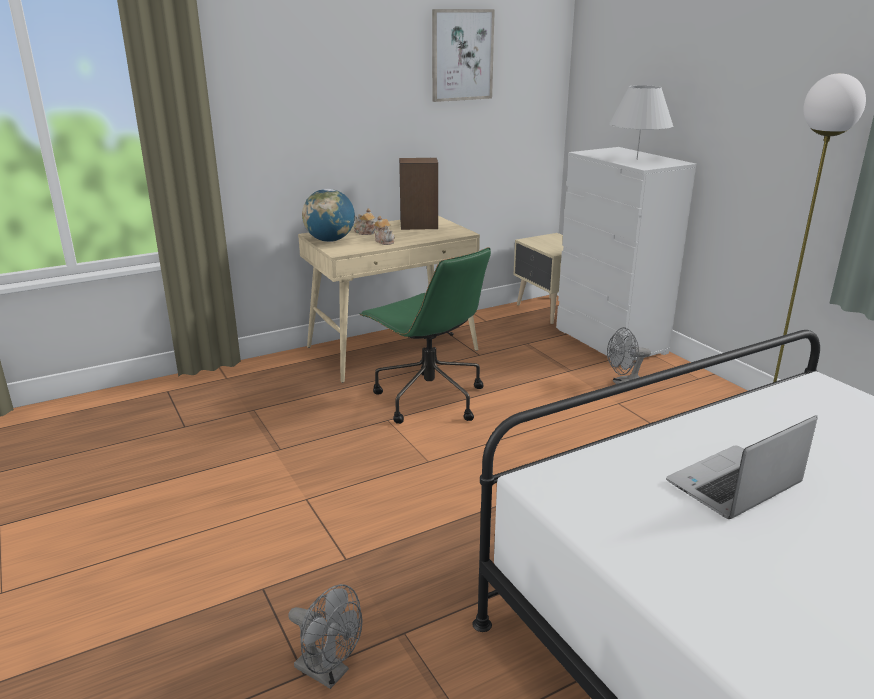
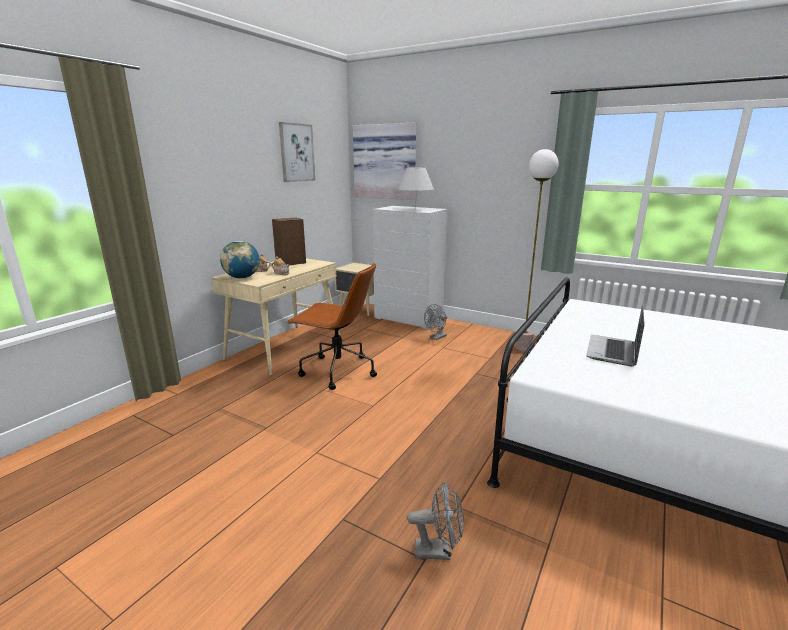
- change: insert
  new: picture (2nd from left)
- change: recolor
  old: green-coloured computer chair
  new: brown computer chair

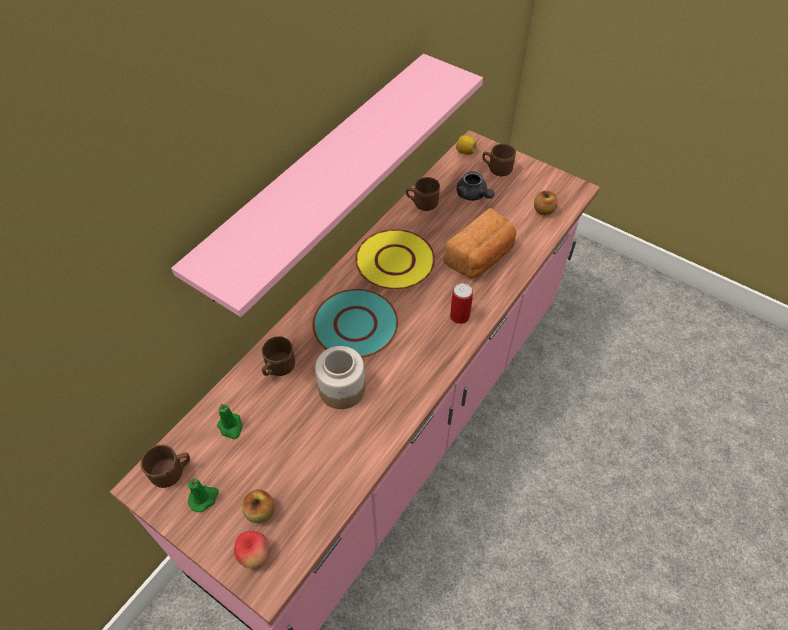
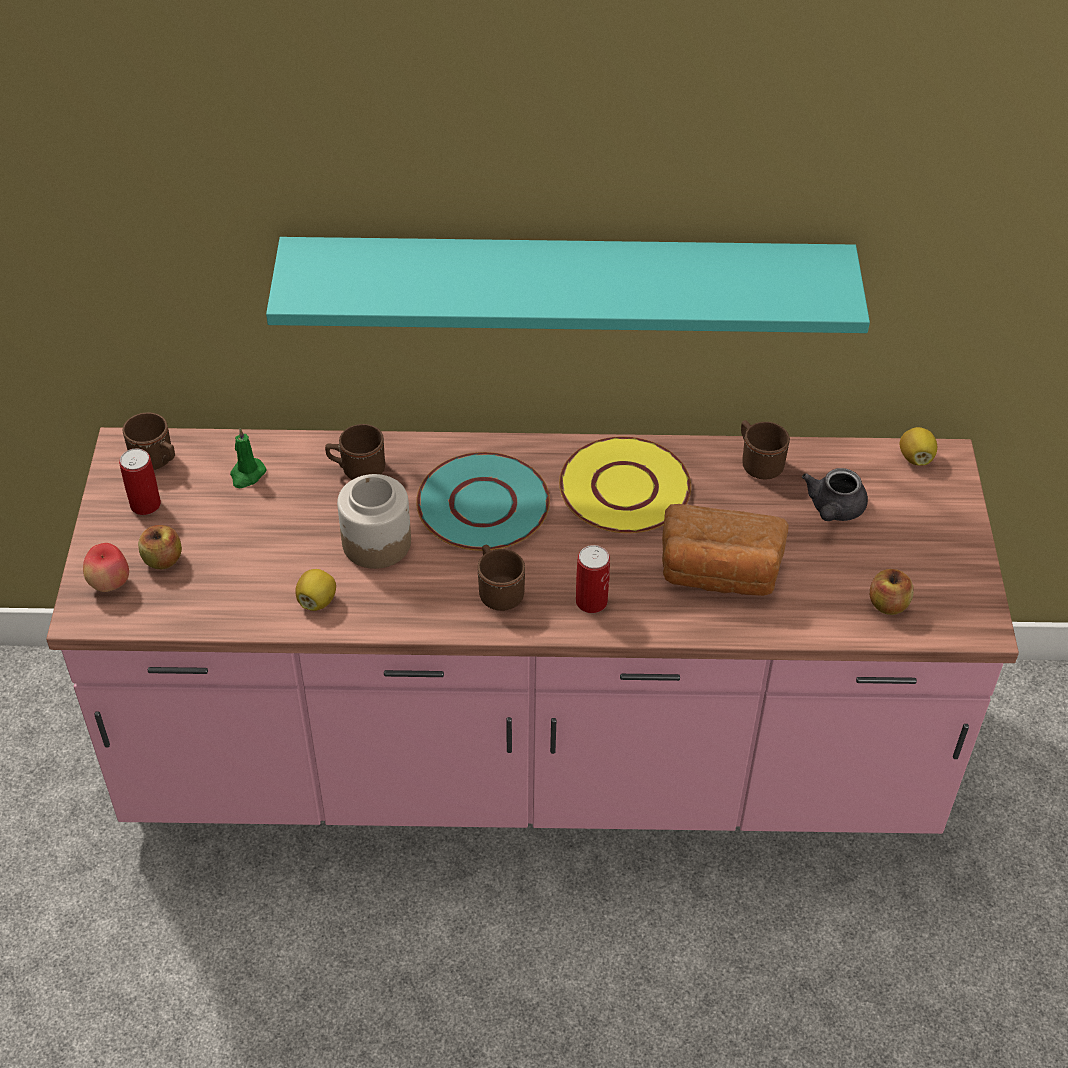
- change: insert
  new: citrus fruit (1st from left)
- change: move
  old: brown tea mug (4th from left in the first image)
  new: brown tea mug (3rd from left)
- change: replace
  old: green-coloured candle (1st from left)
  new: sealed can (1st from left)
- change: recolor
  old: pink shelf
  new: blue-green shelf

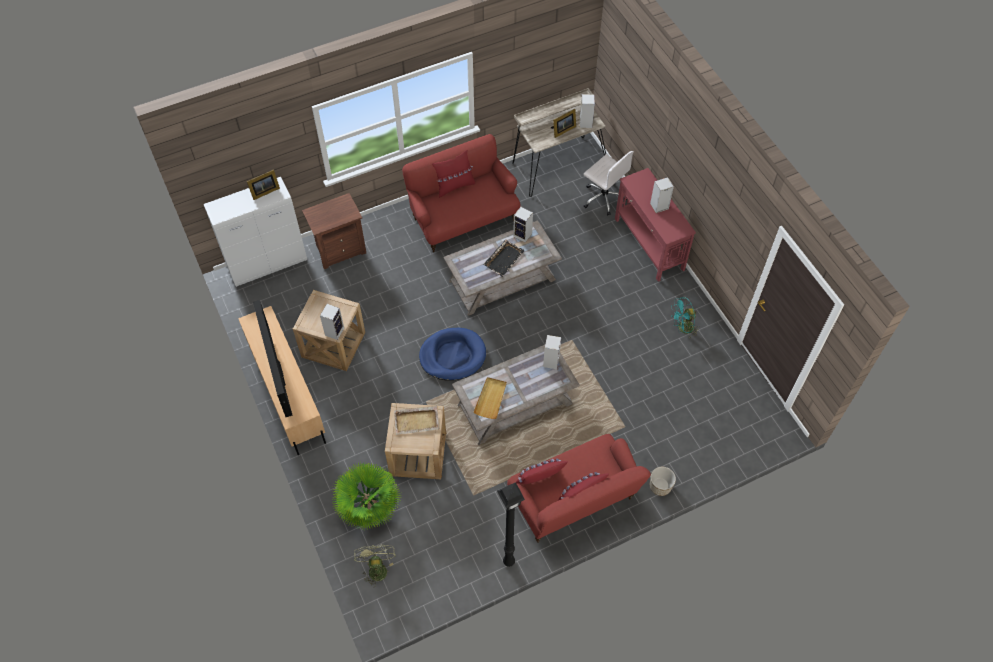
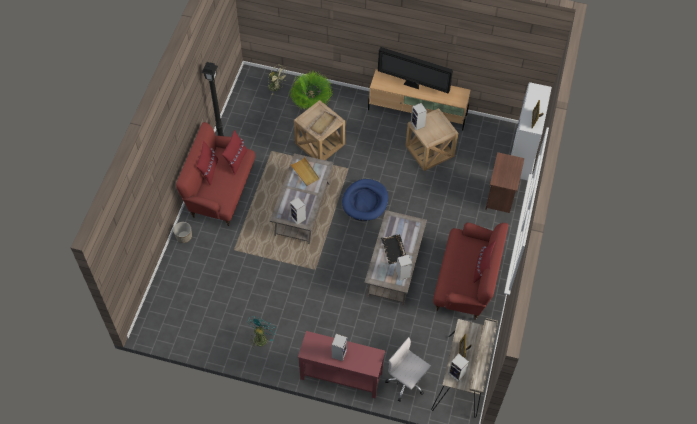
- change: rotate
  old: white-coloured computer chair
  degrees: 45

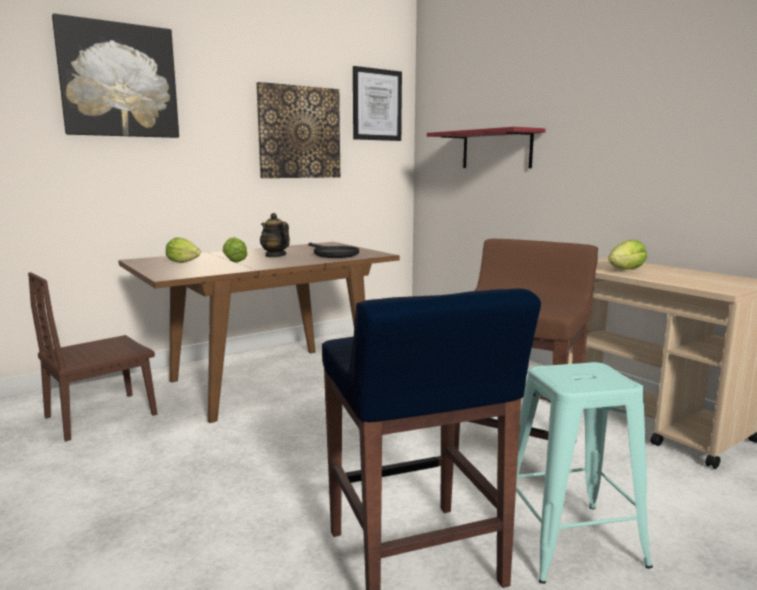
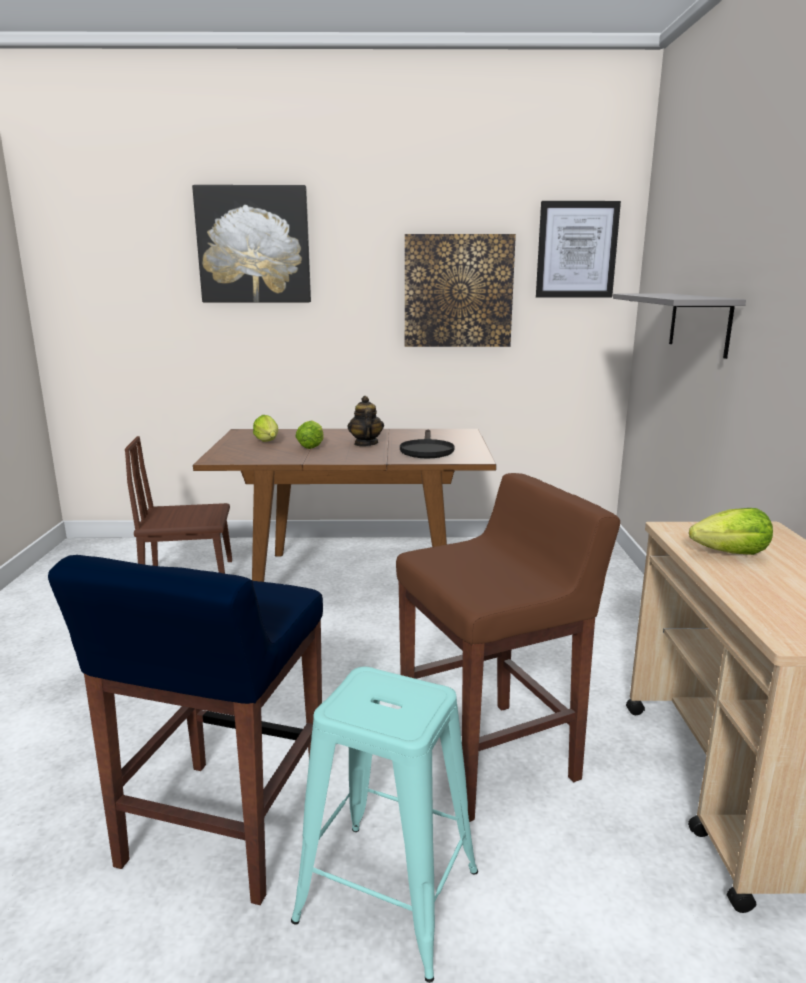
- change: recolor
  old: red-coloured shelf
  new: grey shelf

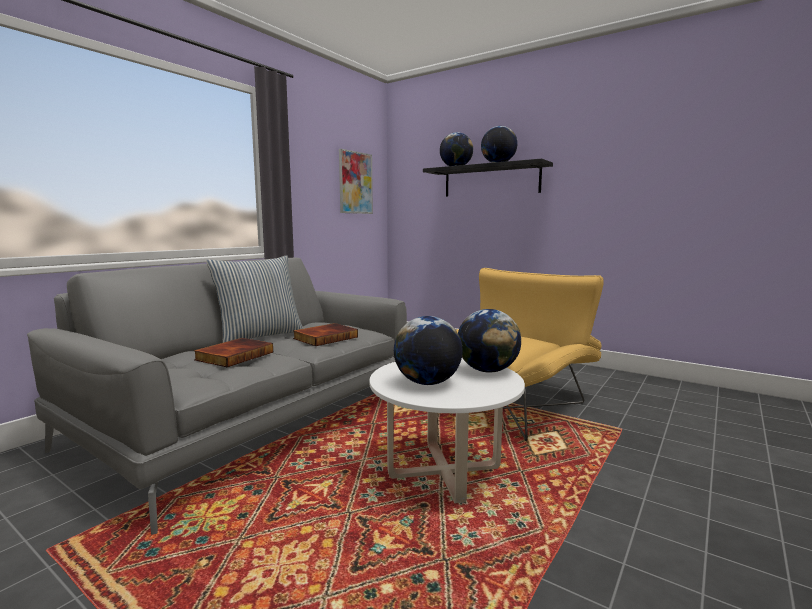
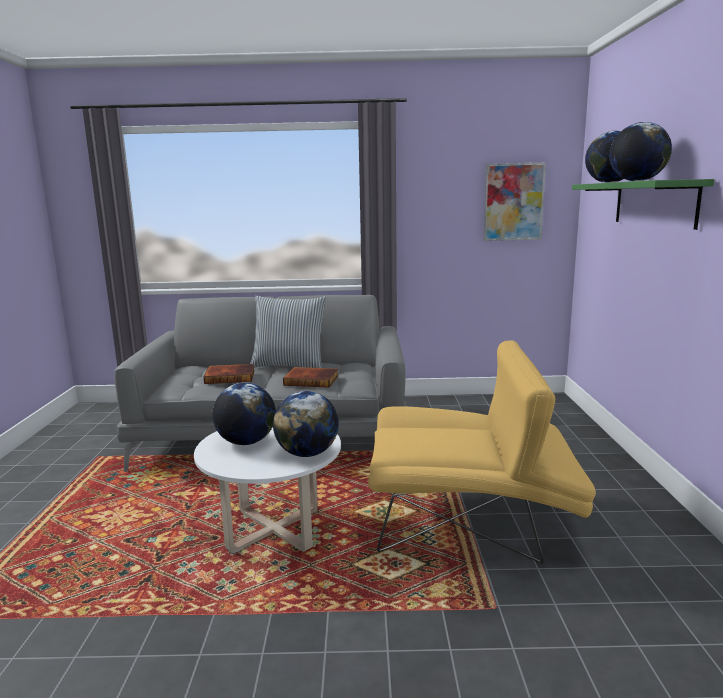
- change: recolor
  old: black shelf
  new: green-coloured shelf

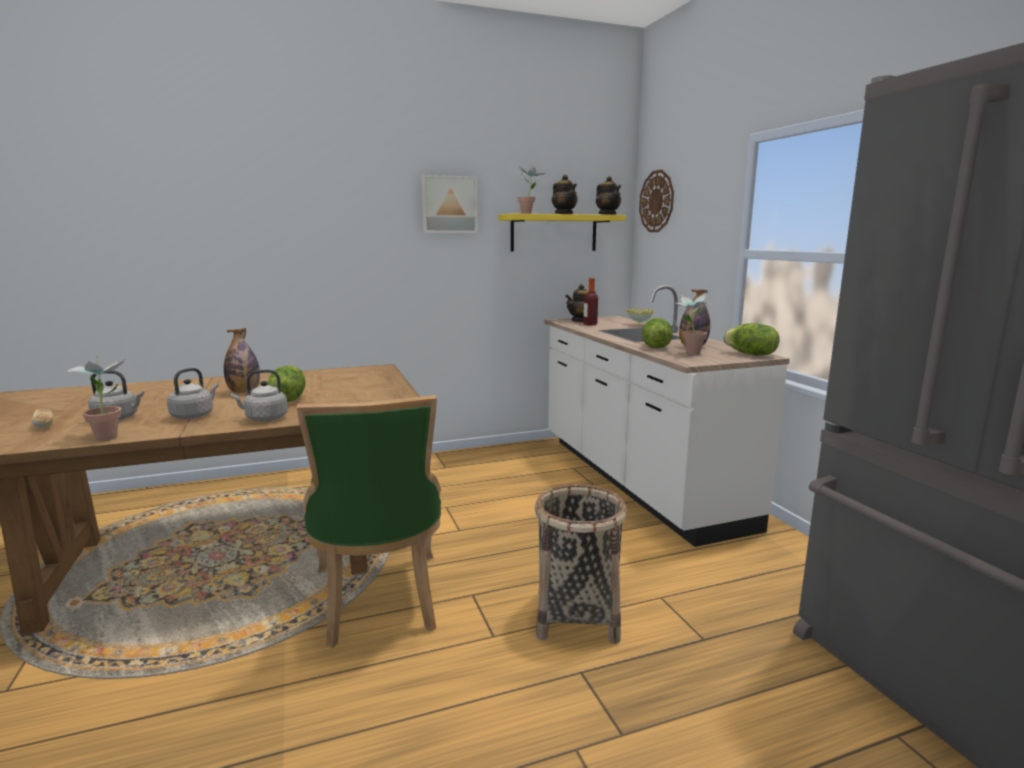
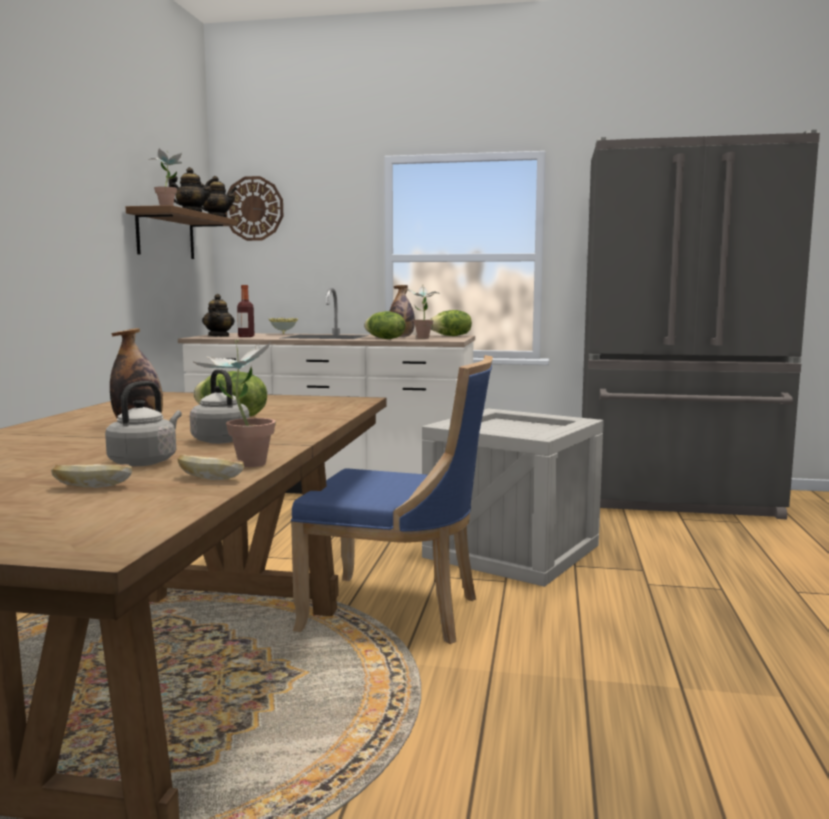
- change: delete
  old: grey kettle (3rd from left)
- change: delete
  old: picture
- change: insert
  new: bakery bread (2nd from left)
- change: replace
  old: basket
  new: crate
- change: recolor
  old: green-coloured upright chair
  new: blue upright chair
- change: recolor
  old: yellow shelf
  new: brown shelf

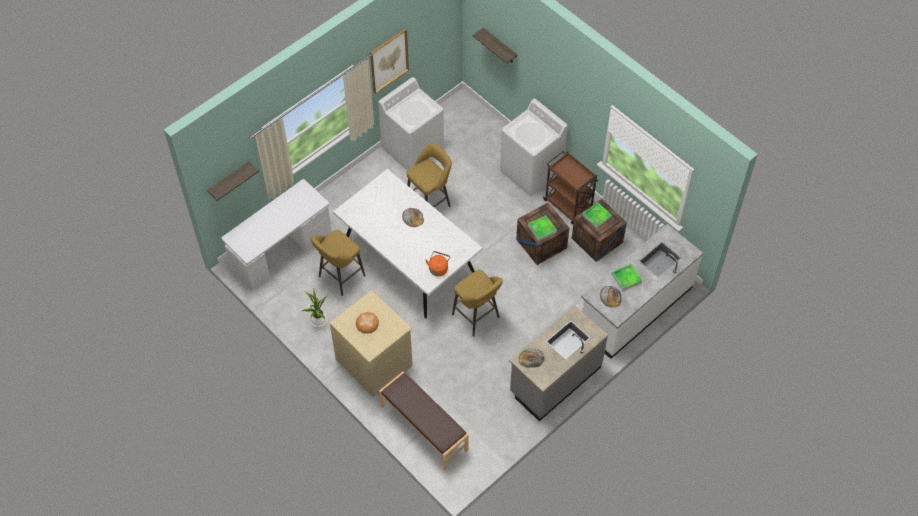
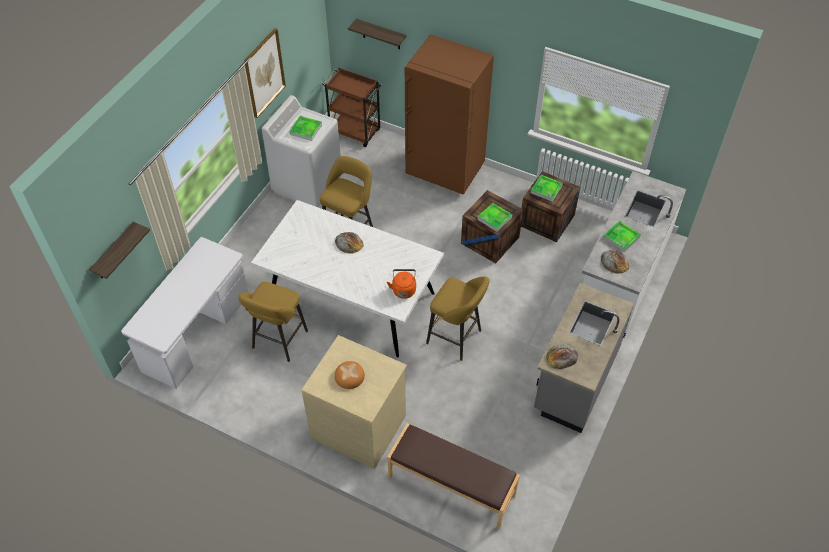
- change: delete
  old: potted plant
- change: insert
  new: serving tray (1st from left)
- change: move
  old: brown trolley
- change: replace
  old: white-coloured washing machine (2nd from left)
  new: brown refrigerator

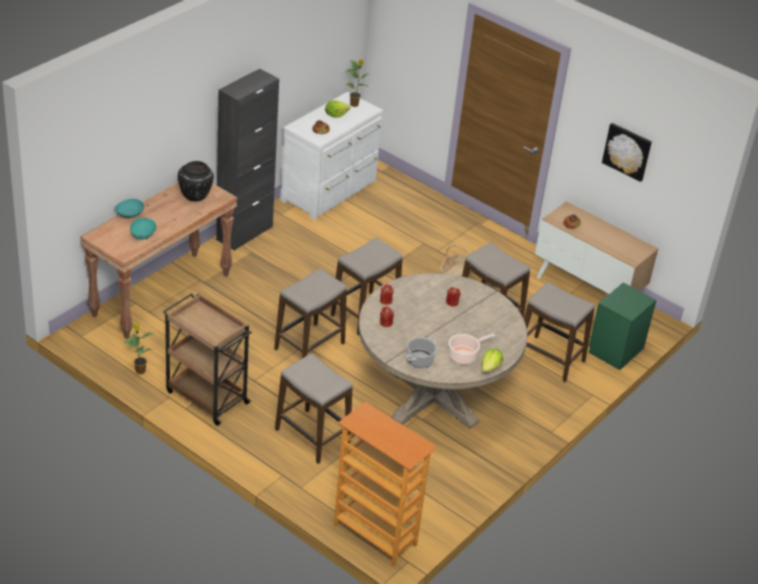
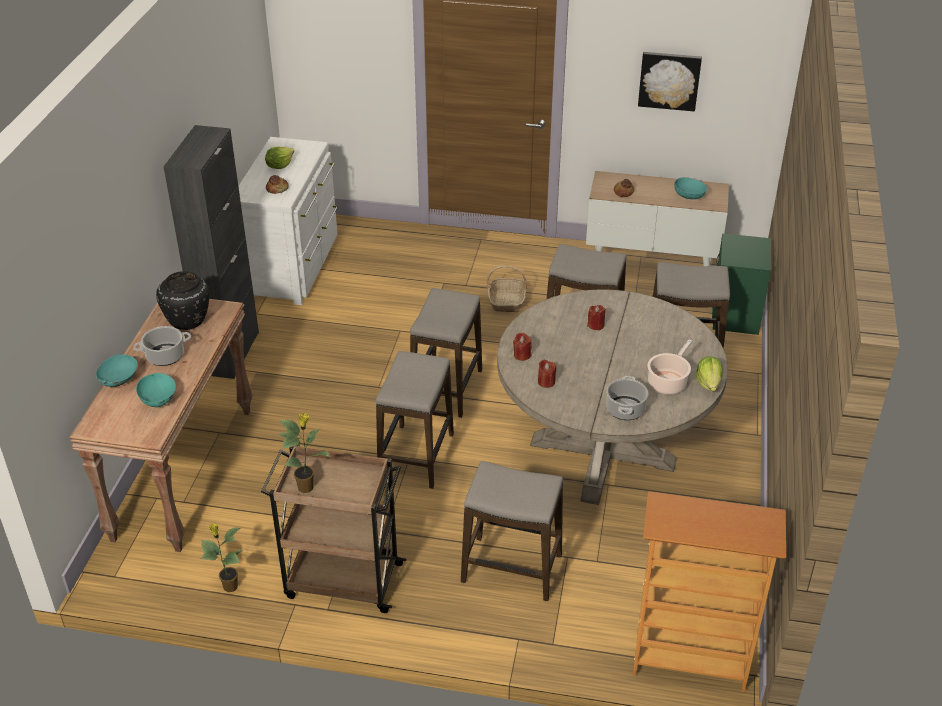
- change: insert
  new: saucepot (1st from left)
- change: insert
  new: blue-green serving bowl (3rd from left)
- change: move
  old: potted plant (2nd from left)

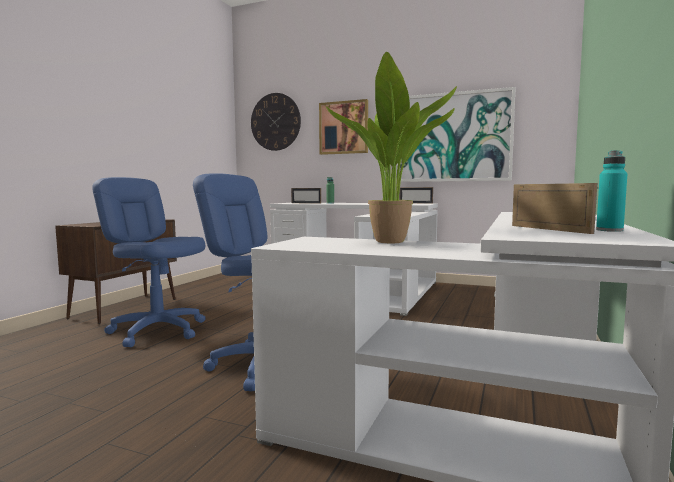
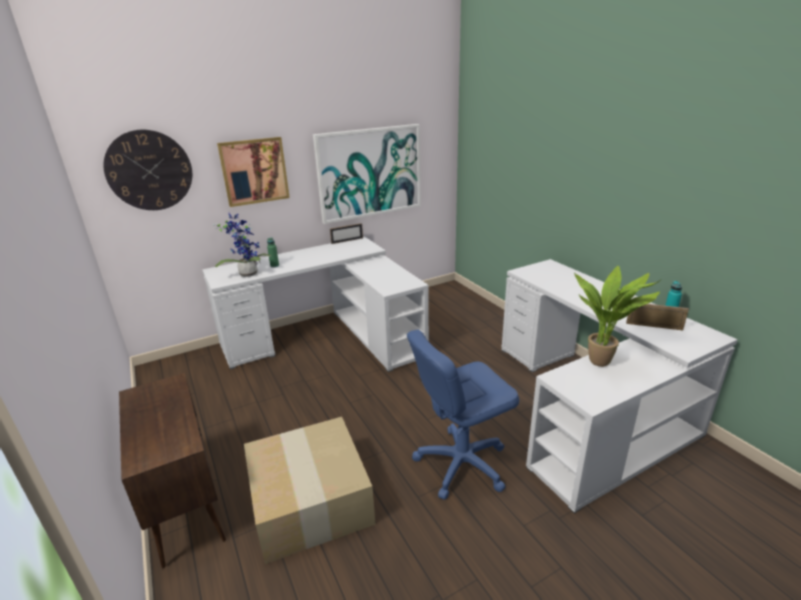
- change: replace
  old: blue computer chair (1st from left)
  new: cardboard box
- change: replace
  old: standing frame (1st from left)
  new: potted plant (1st from left)

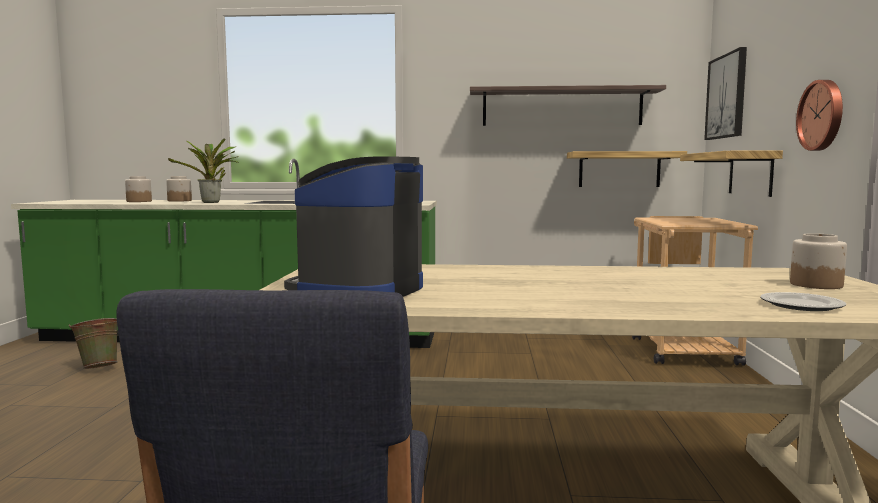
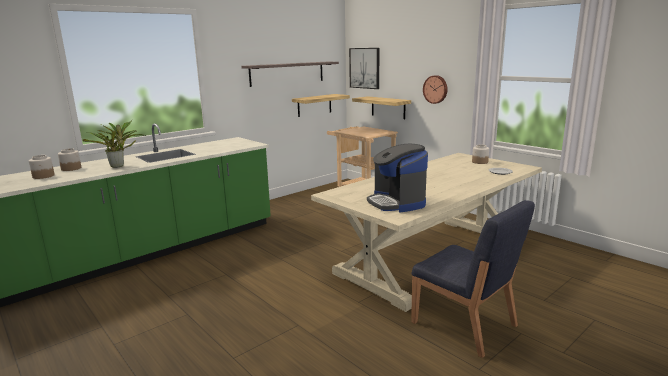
- change: delete
  old: green-coloured water bucket

